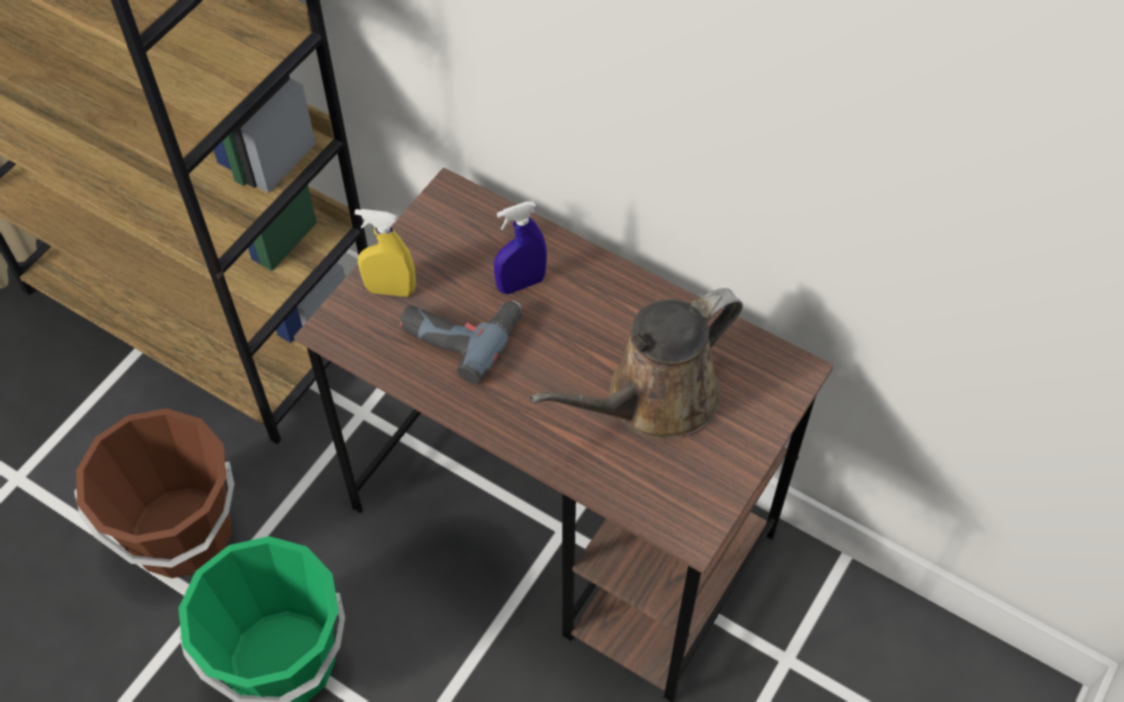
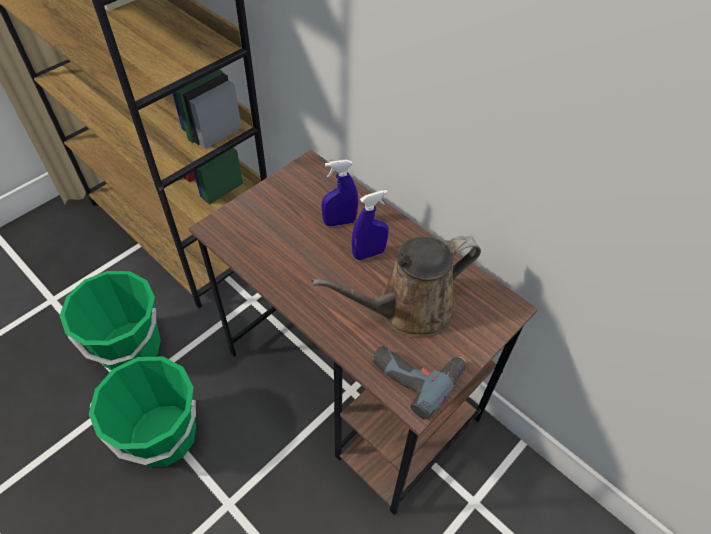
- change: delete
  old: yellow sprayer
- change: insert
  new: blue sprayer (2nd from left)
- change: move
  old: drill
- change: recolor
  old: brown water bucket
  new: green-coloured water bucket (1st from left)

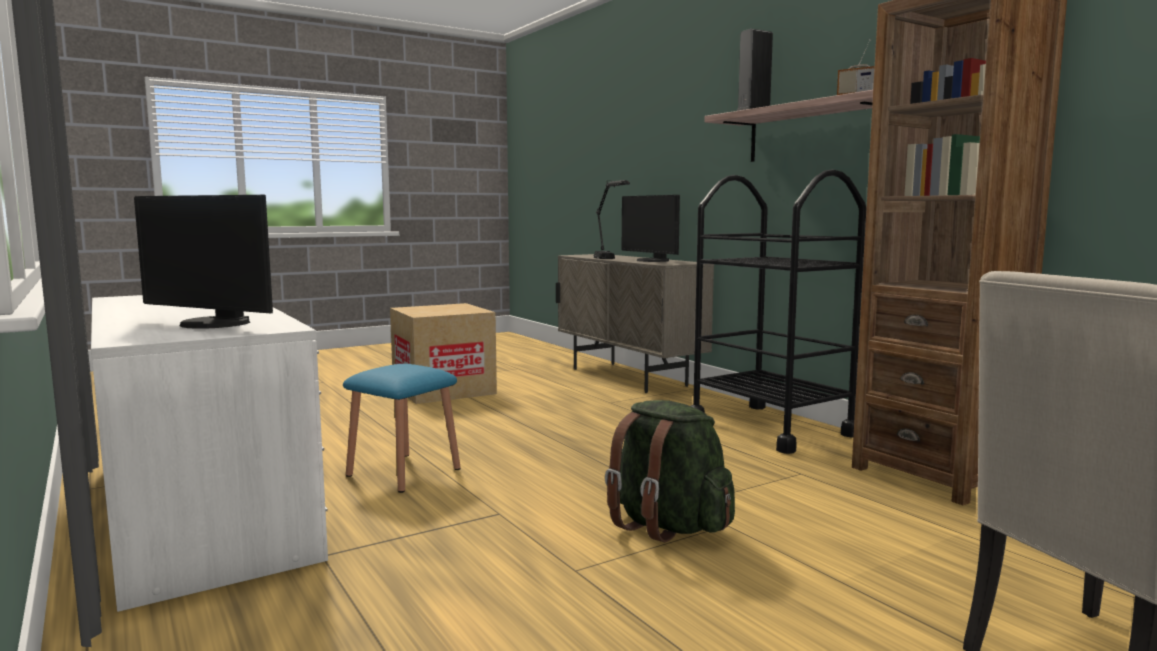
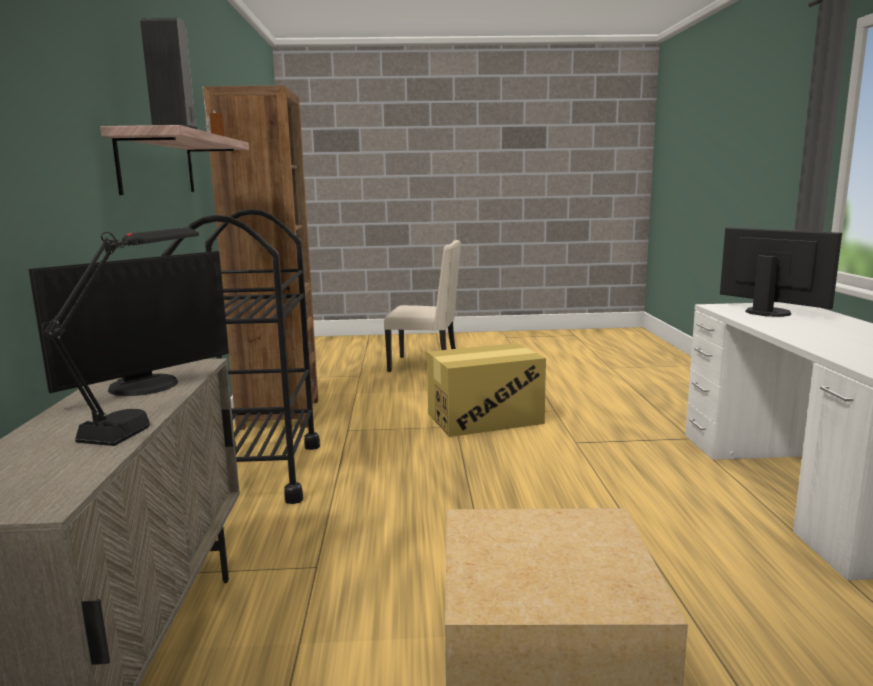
- change: delete
  old: blue stool seat
- change: replace
  old: green-coloured rucksack
  new: cardboard box (1st from left)
- change: rotate
  old: computer display (2nd from left in the first image)
  degrees: 45

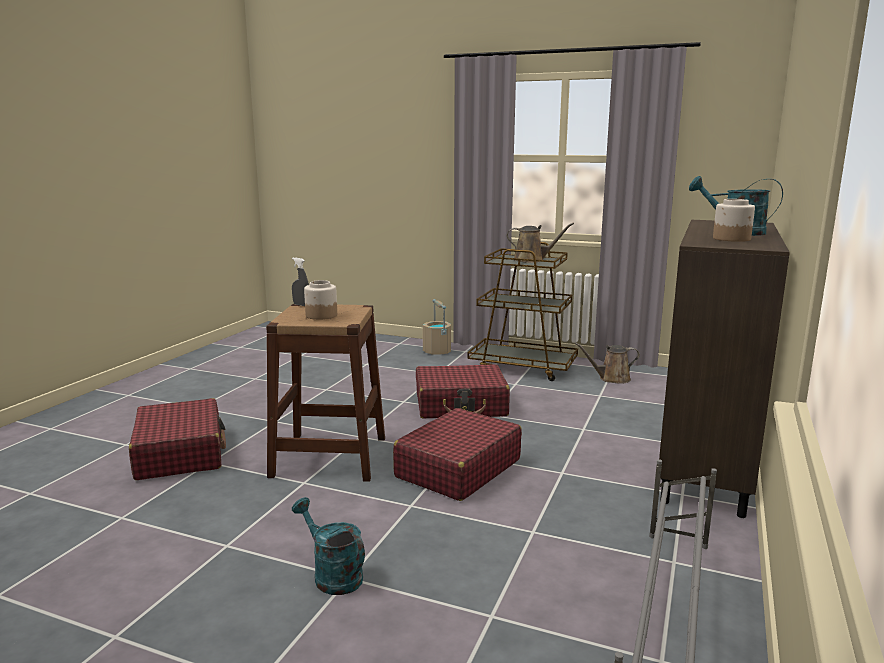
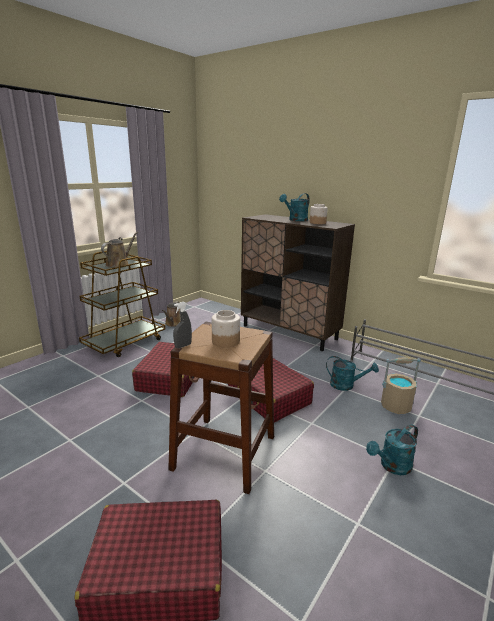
- change: insert
  new: blue-green watering can (2nd from left)
- change: move
  old: beige-coloured water bucket

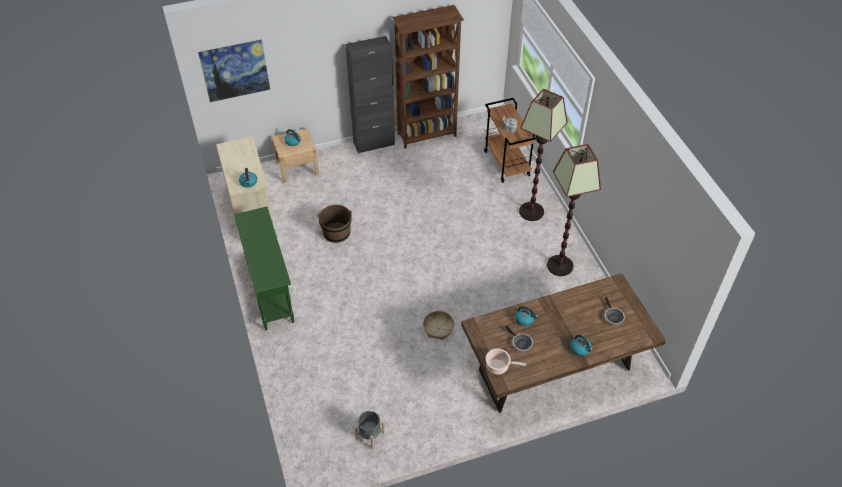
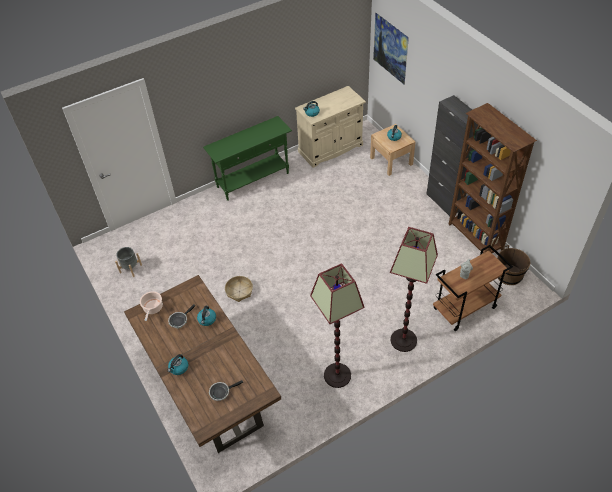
- change: move
  old: brown water bucket

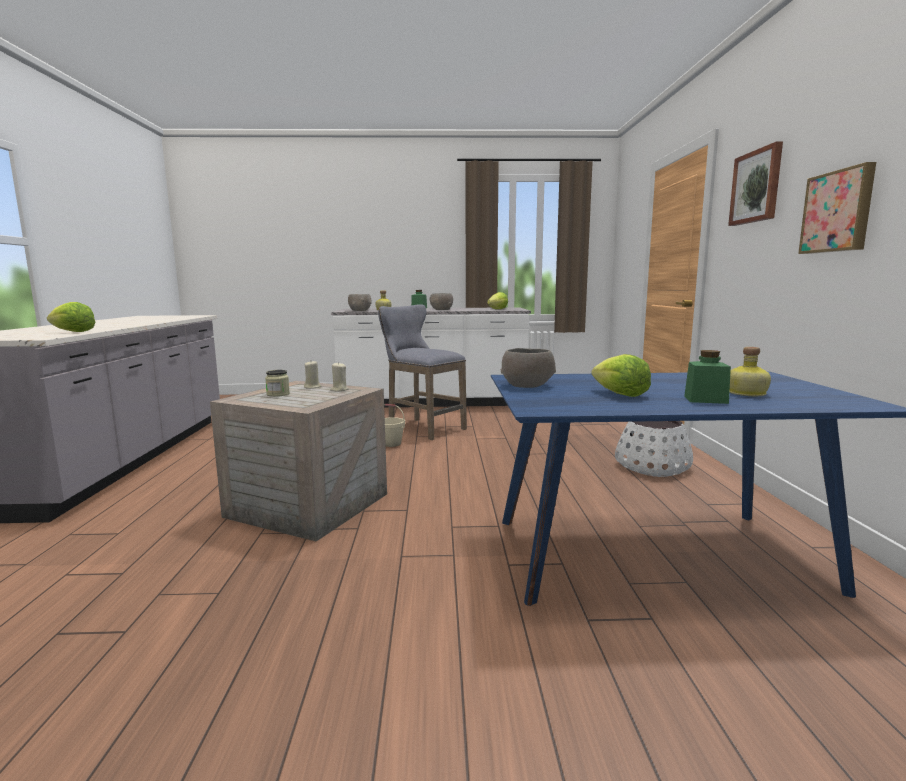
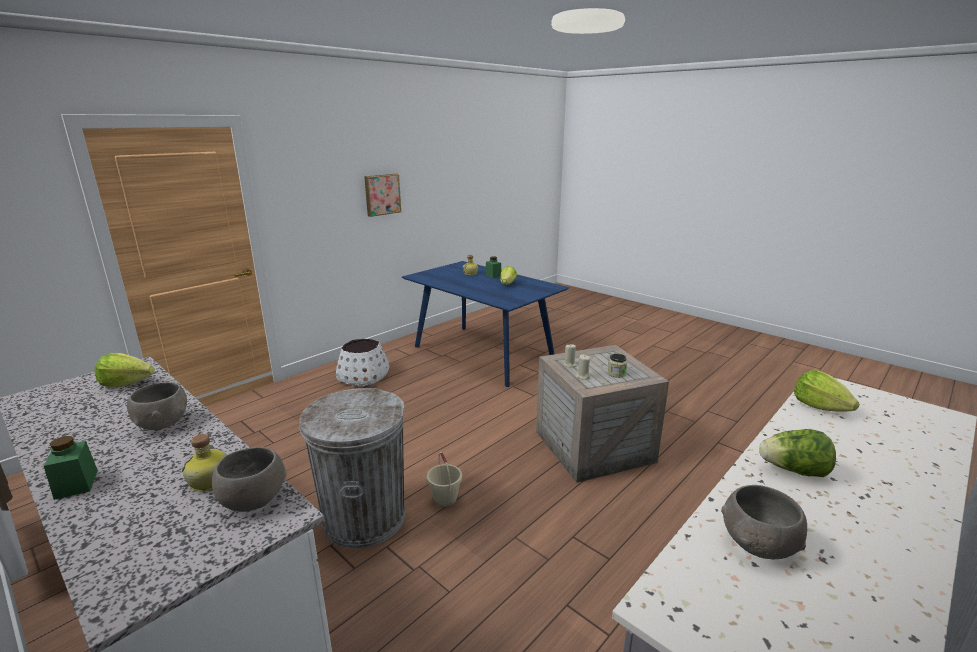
- change: delete
  old: picture (1st from left)
- change: insert
  new: lettuce (3rd from left)
- change: move
  old: grey serving bowl (3rd from left)
- change: replace
  old: grey stool seat
  new: grey trash can

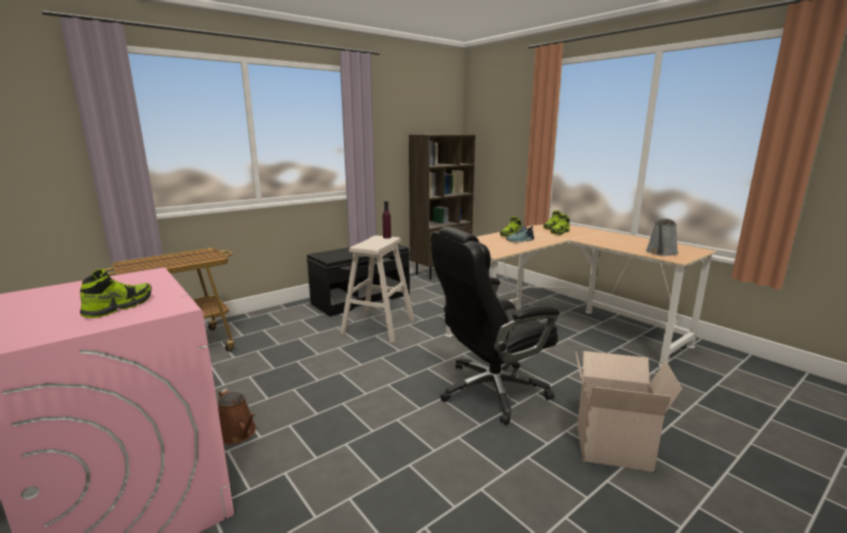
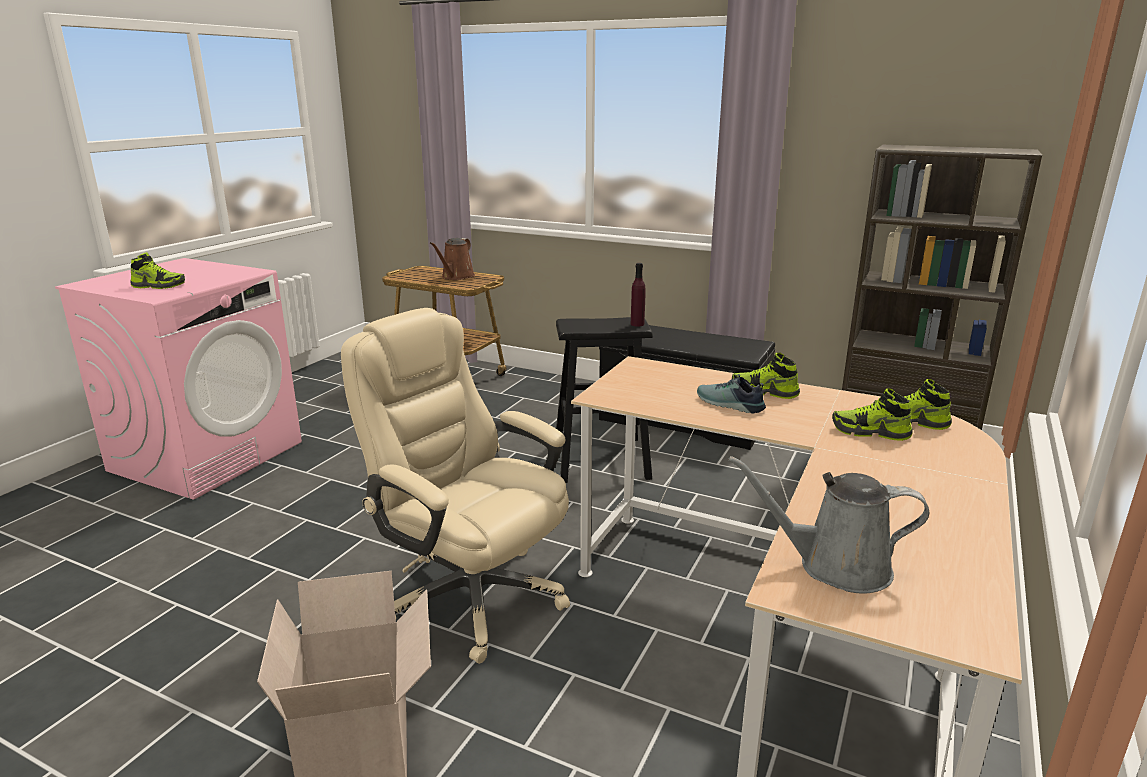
- change: move
  old: brown watering can
- change: recolor
  old: beige-coloured stool seat
  new: black stool seat
- change: recolor
  old: black computer chair
  new: beige-coloured computer chair

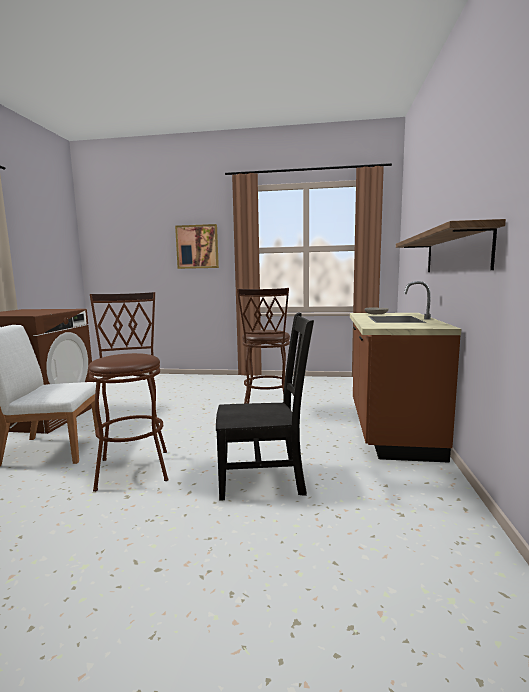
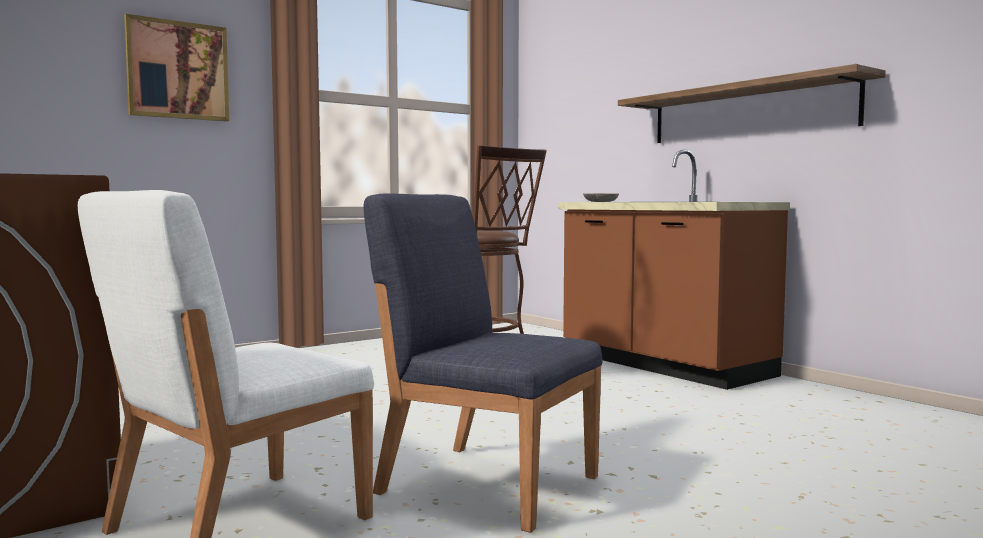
- change: delete
  old: black upright chair
- change: replace
  old: brown stool seat (1st from left)
  new: blue upright chair

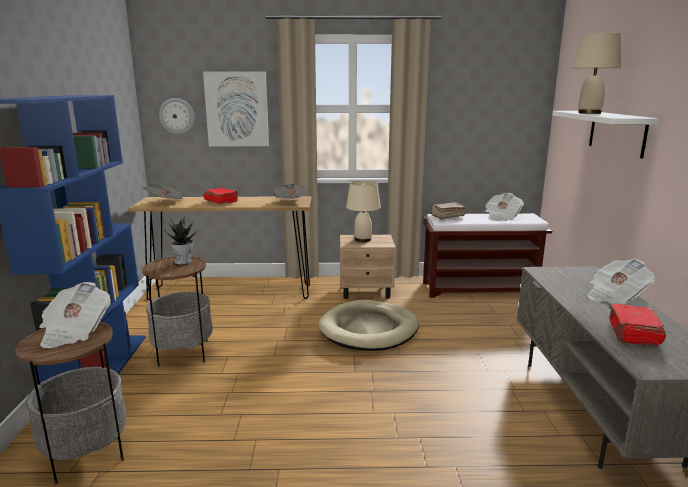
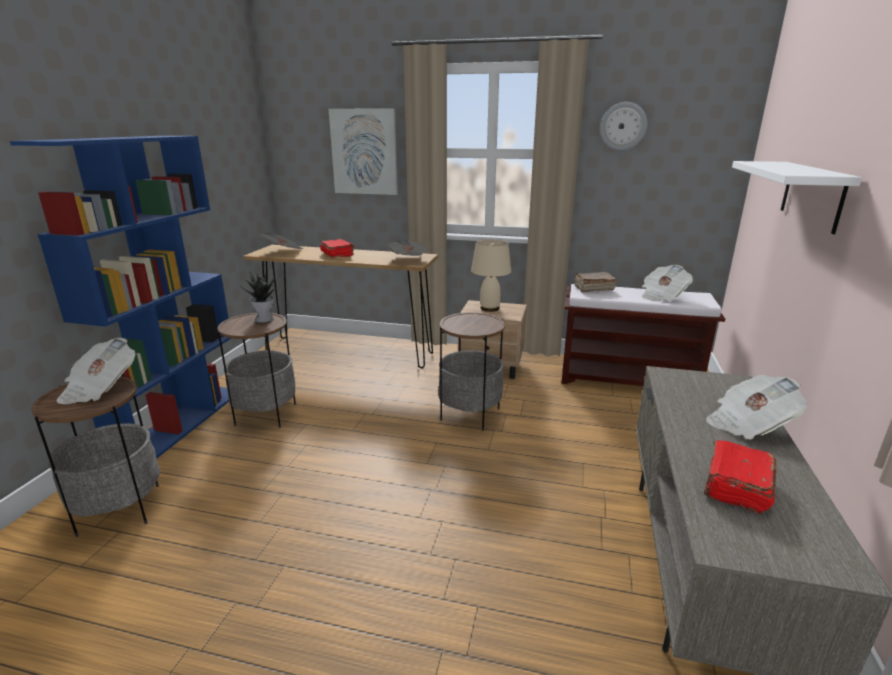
- change: delete
  old: beige-coloured table lamp (2nd from left)
- change: move
  old: wall clock
- change: replace
  old: beige-coloured pet bed
  new: side table (3rd from left)

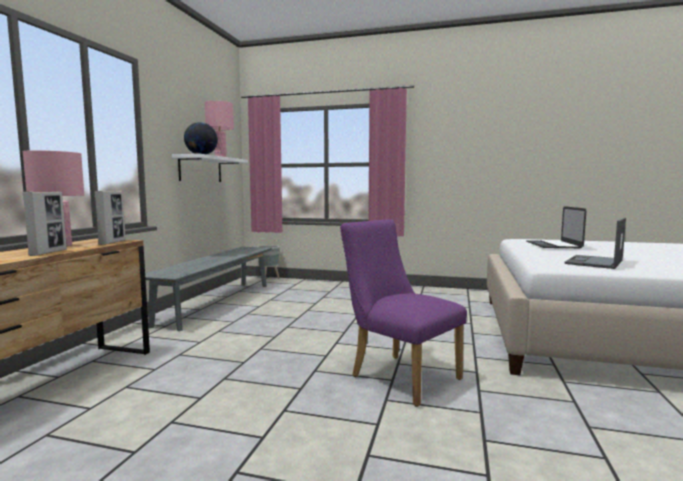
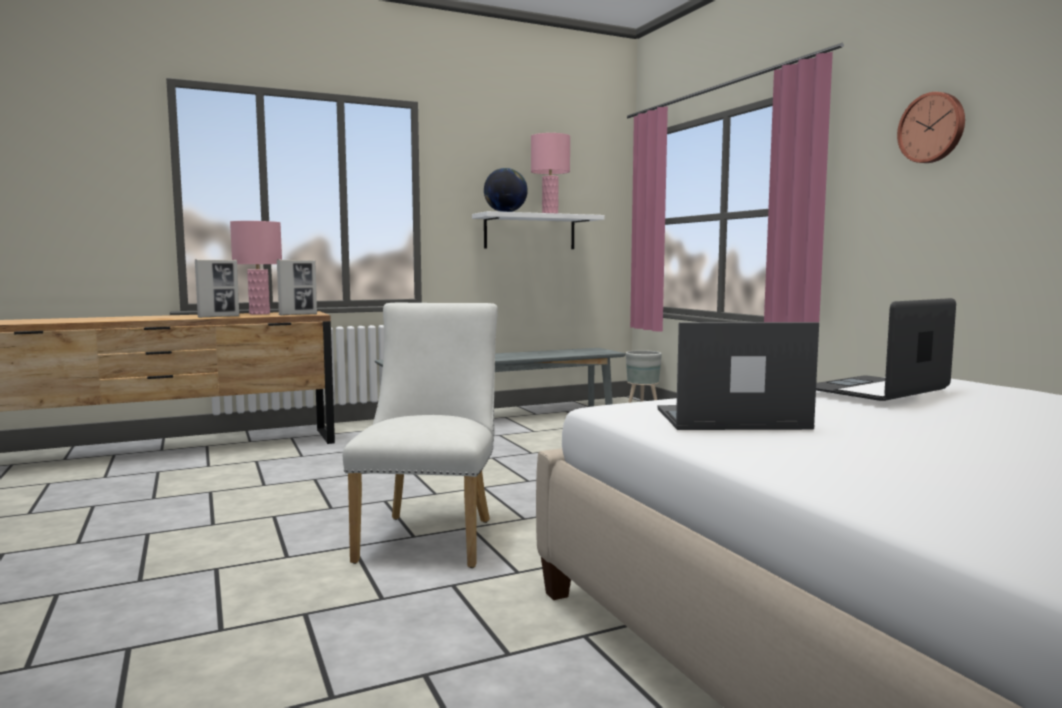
- change: insert
  new: wall clock
- change: recolor
  old: purple-coloured upright chair
  new: white-coloured upright chair

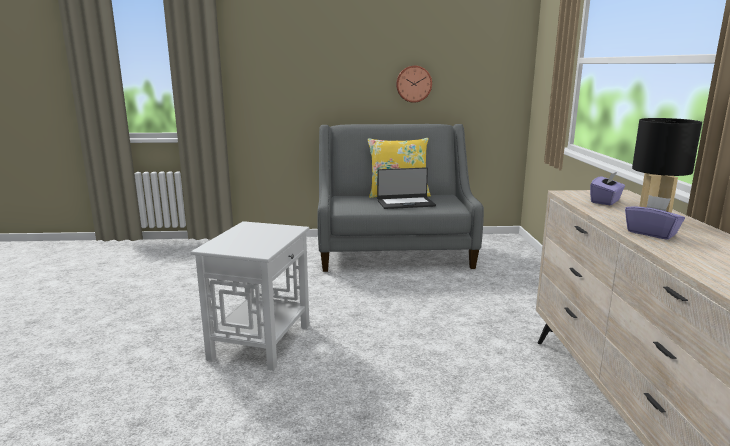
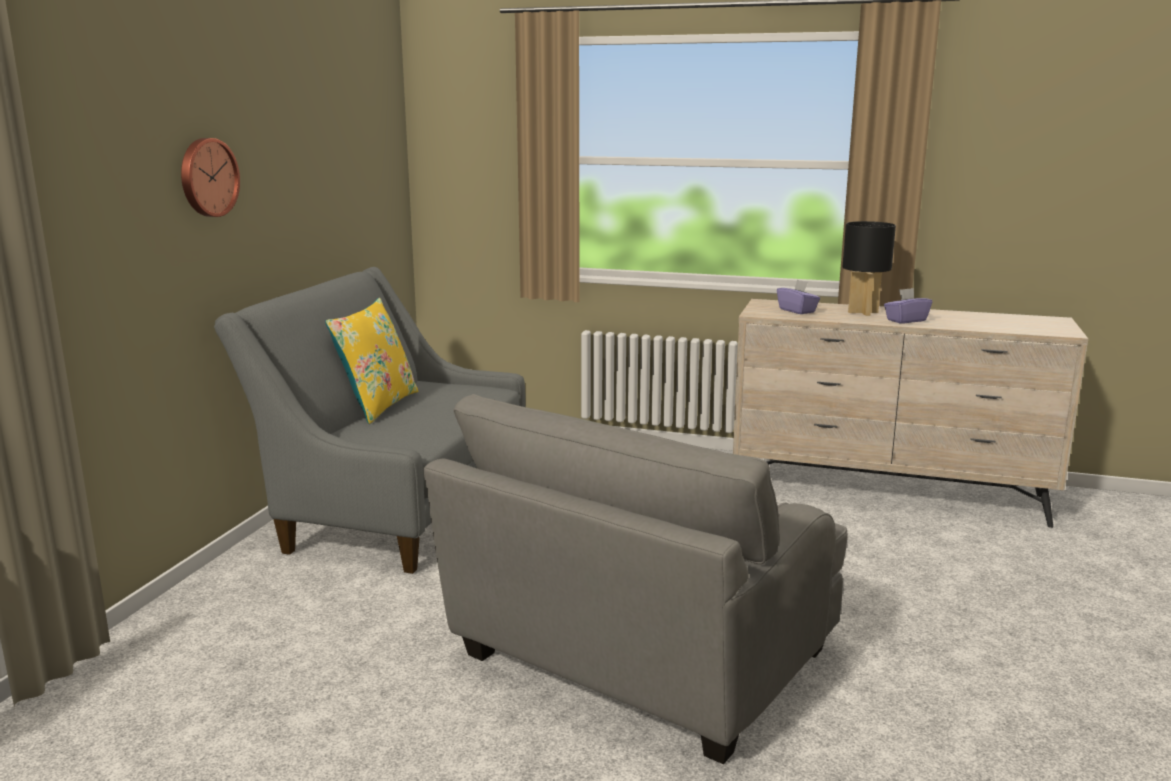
- change: delete
  old: notebook computer
- change: move
  old: wall clock
- change: replace
  old: white-coloured side table
  new: grey armchair

